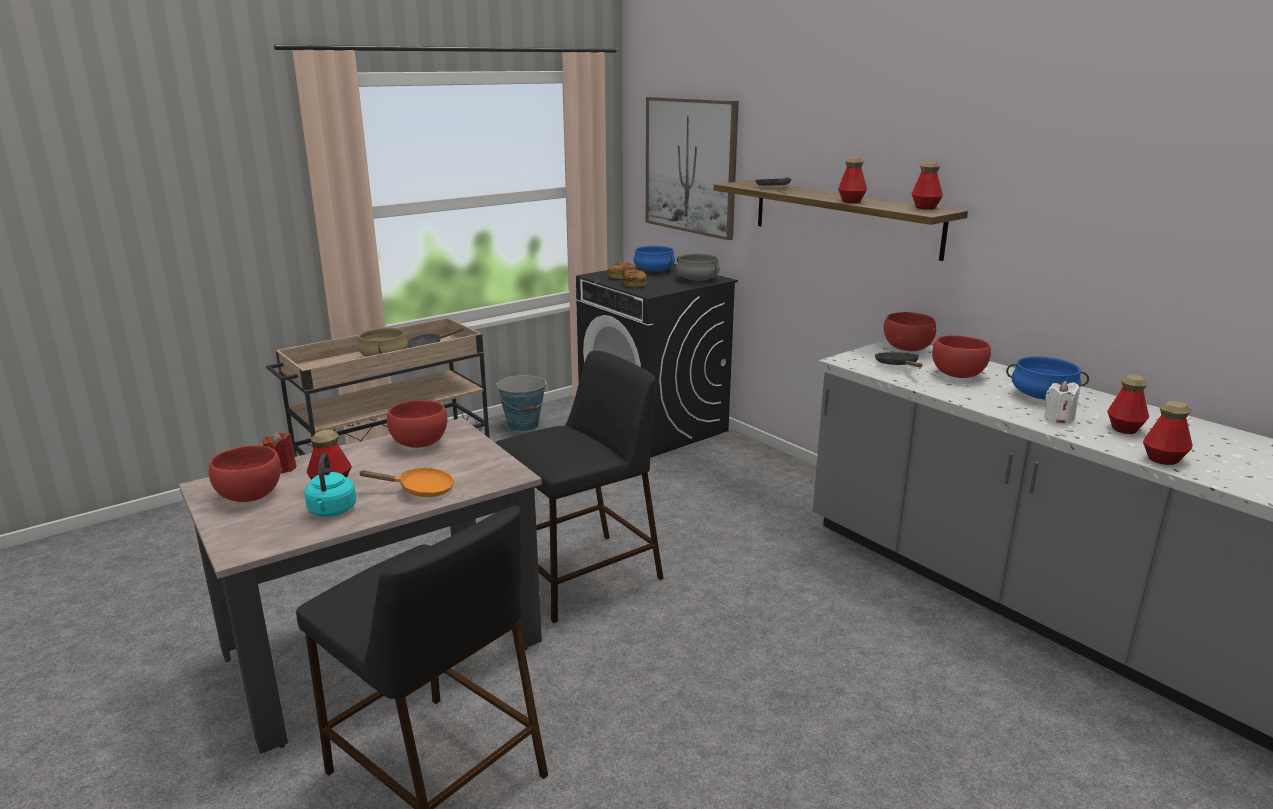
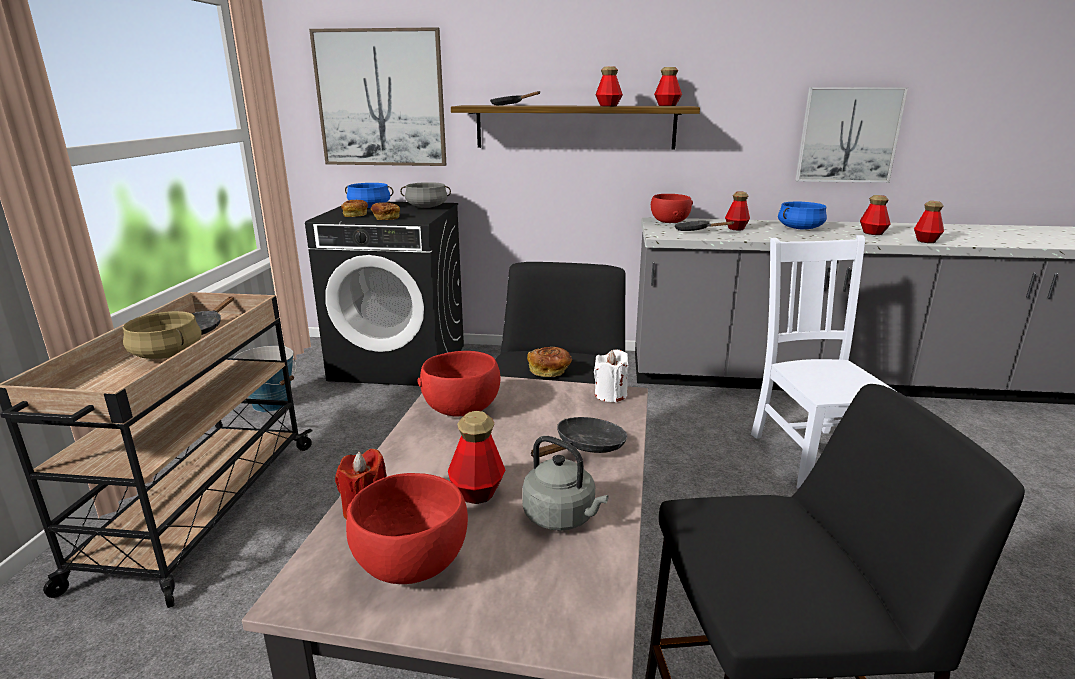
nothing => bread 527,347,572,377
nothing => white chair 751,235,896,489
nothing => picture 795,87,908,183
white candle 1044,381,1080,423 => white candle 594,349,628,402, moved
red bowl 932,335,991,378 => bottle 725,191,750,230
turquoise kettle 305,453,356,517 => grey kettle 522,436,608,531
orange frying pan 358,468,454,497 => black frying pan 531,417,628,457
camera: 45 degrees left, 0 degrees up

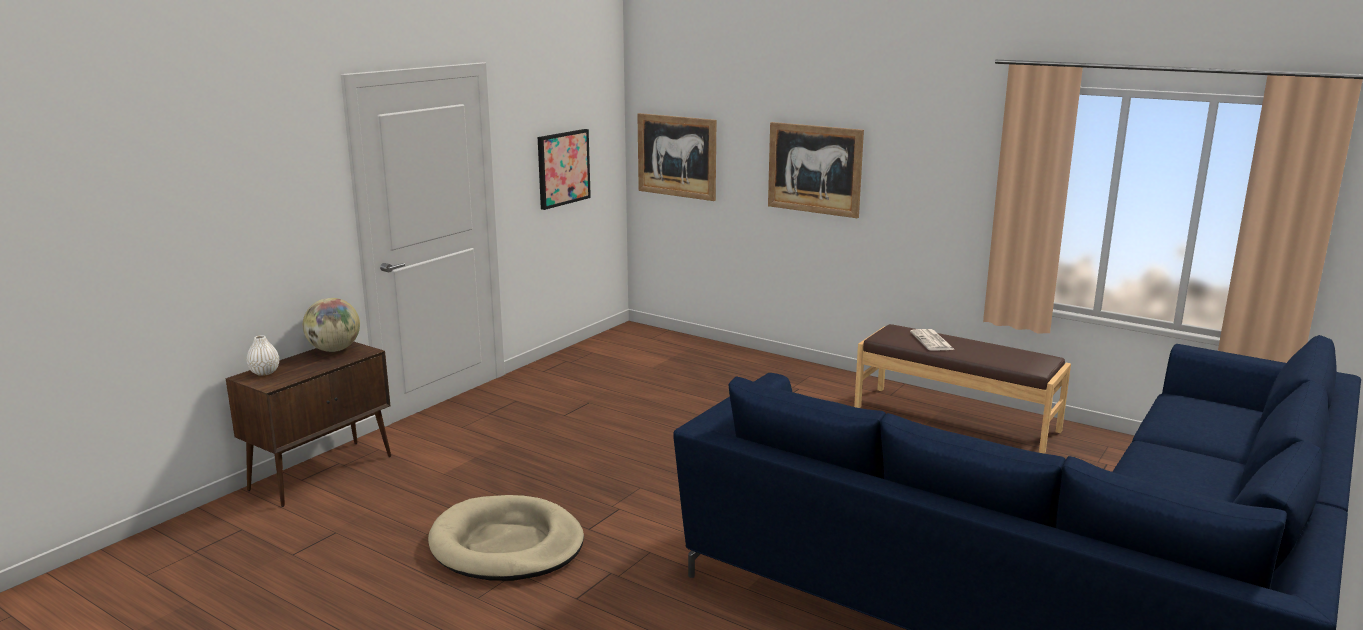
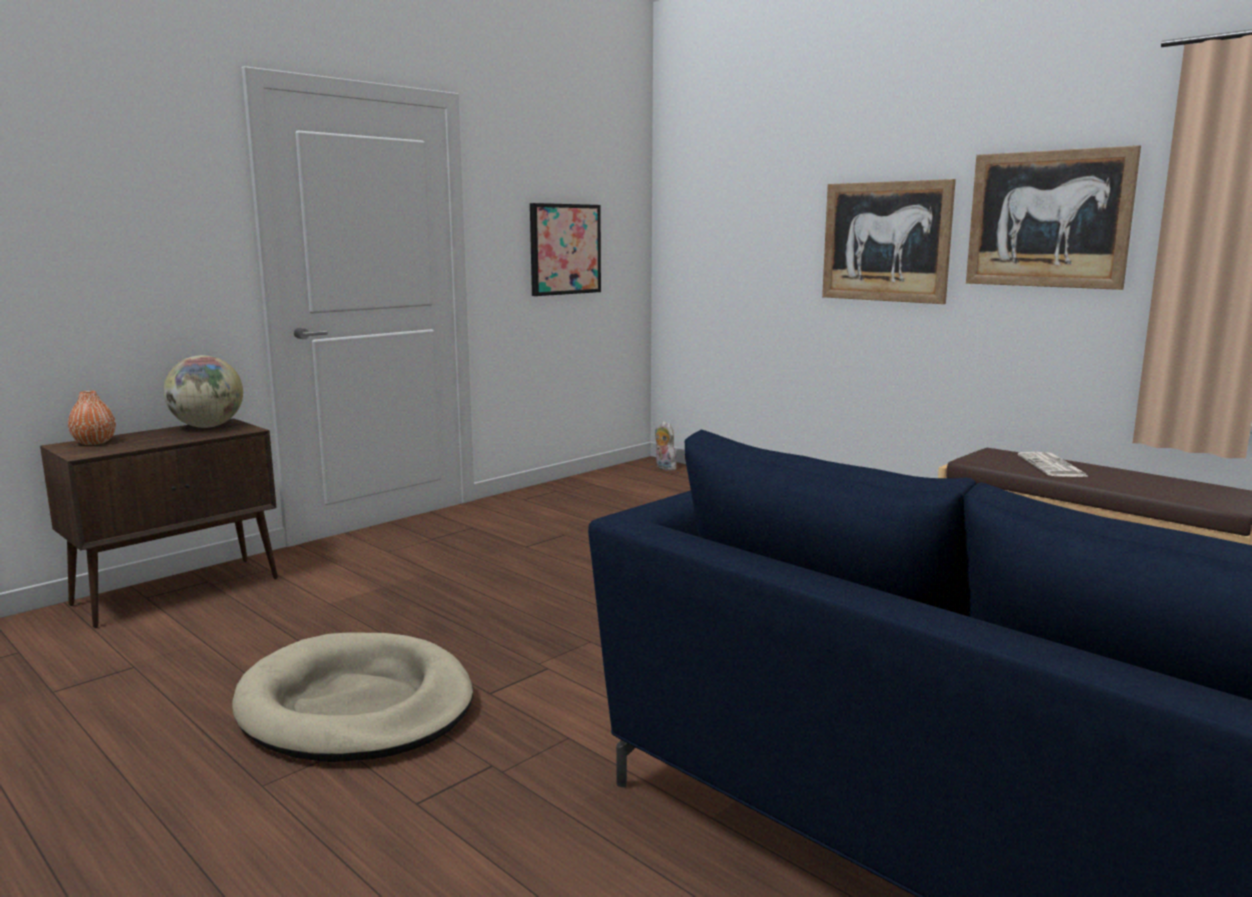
nothing => plush toy 655,421,677,471
picture 637,113,717,201 => picture 966,145,1141,290, moved
white vase 246,335,279,376 => orange vase 68,391,116,445
camera: 10 degrees right, 5 degrees down

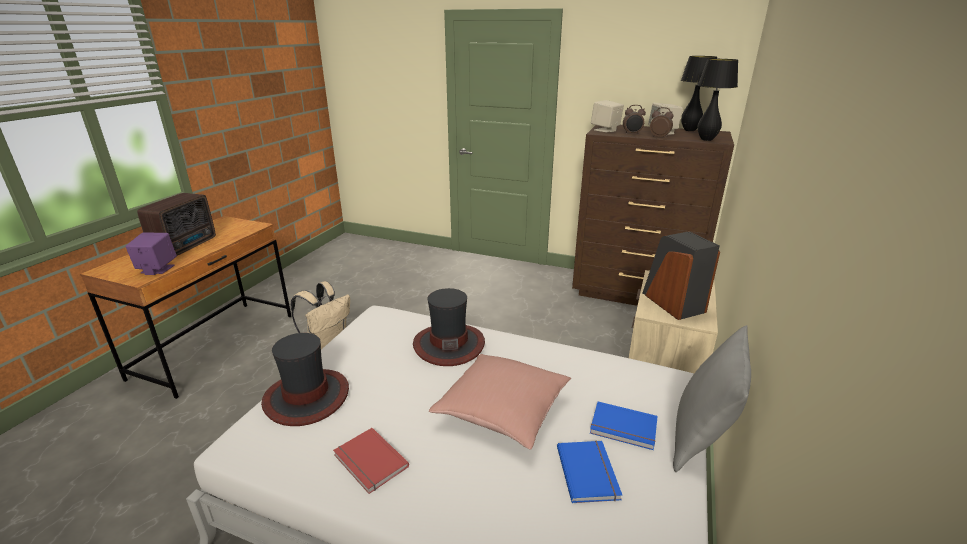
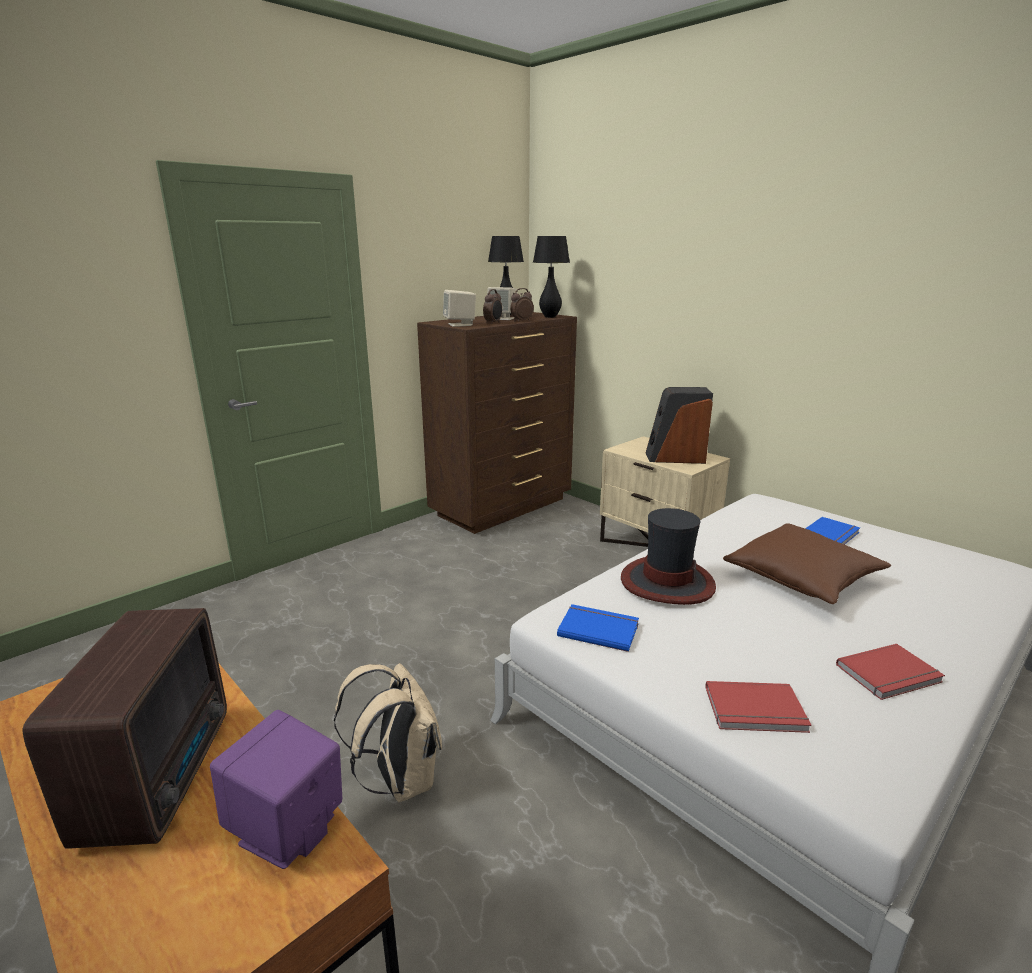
grey pillow 673,325,751,472 => nothing
blue book 557,441,622,503 => blue book 557,604,639,652, moved
hat 261,333,349,426 => red book 706,681,812,733
pink pillow 429,354,571,449 => brown pillow 723,523,891,604
radio 137,193,216,256 => radio 23,608,227,849, 45 degrees clockwise
camera: 65 degrees left, 5 degrees down

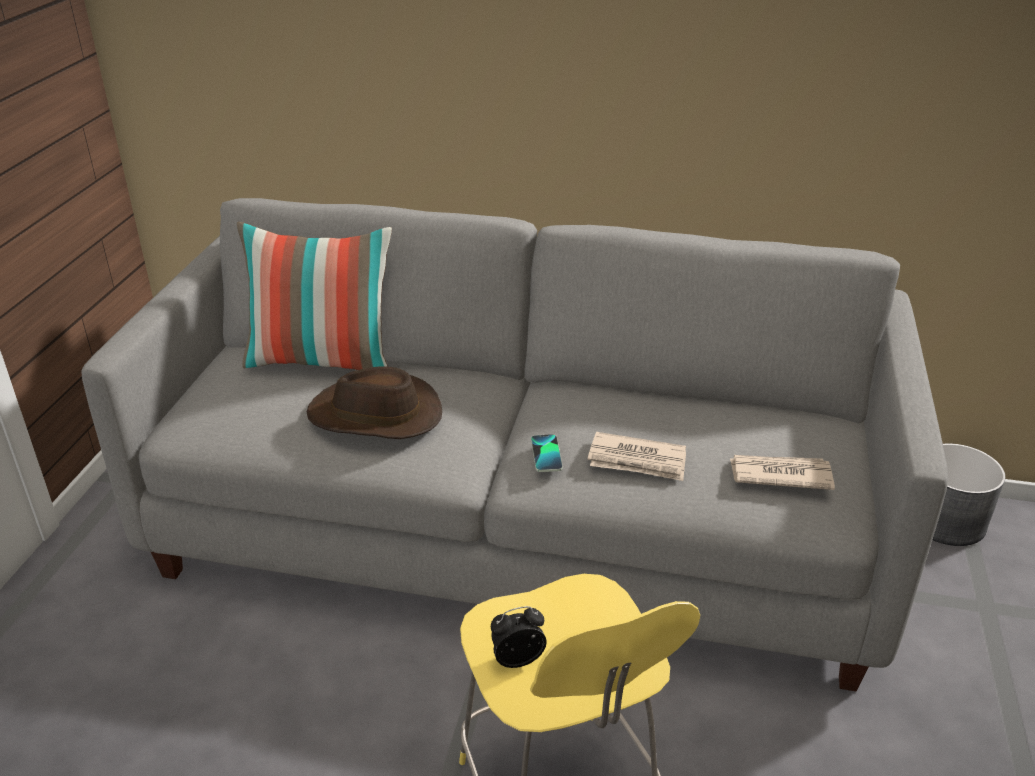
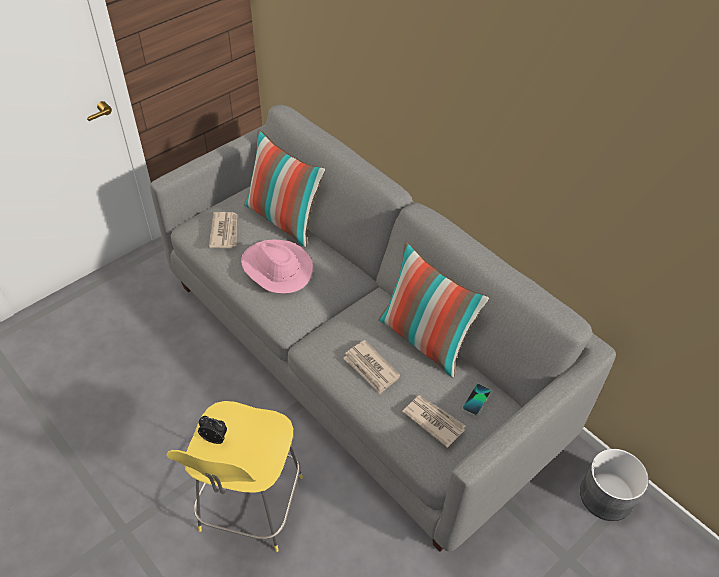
nothing => newspaper 209,212,237,248
nothing => pillow 379,241,489,378
phone 531,434,563,472 => phone 462,384,491,416, moved
brown hat 307,366,442,439 => pink hat 241,239,313,293
camera: 35 degrees right, 15 degrees up

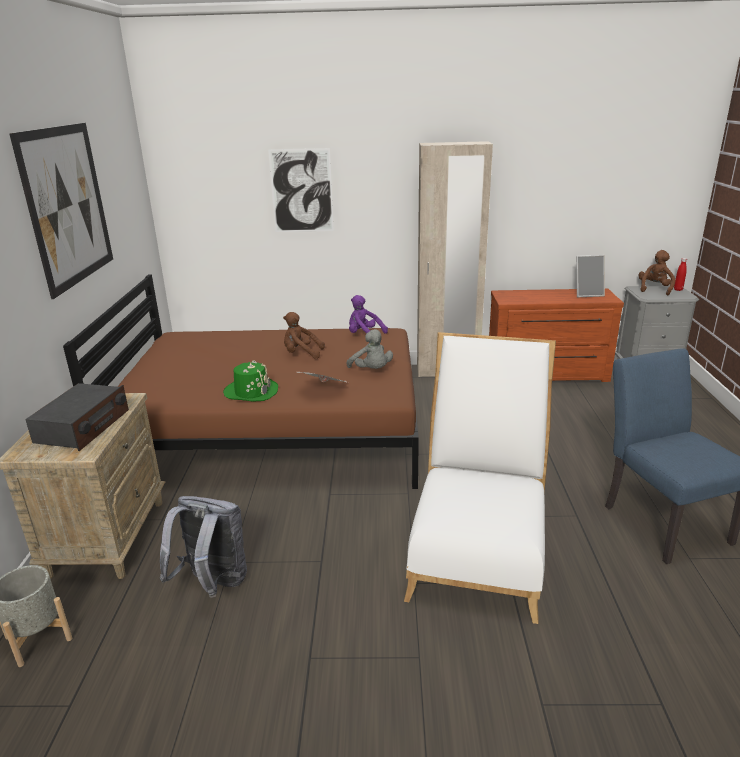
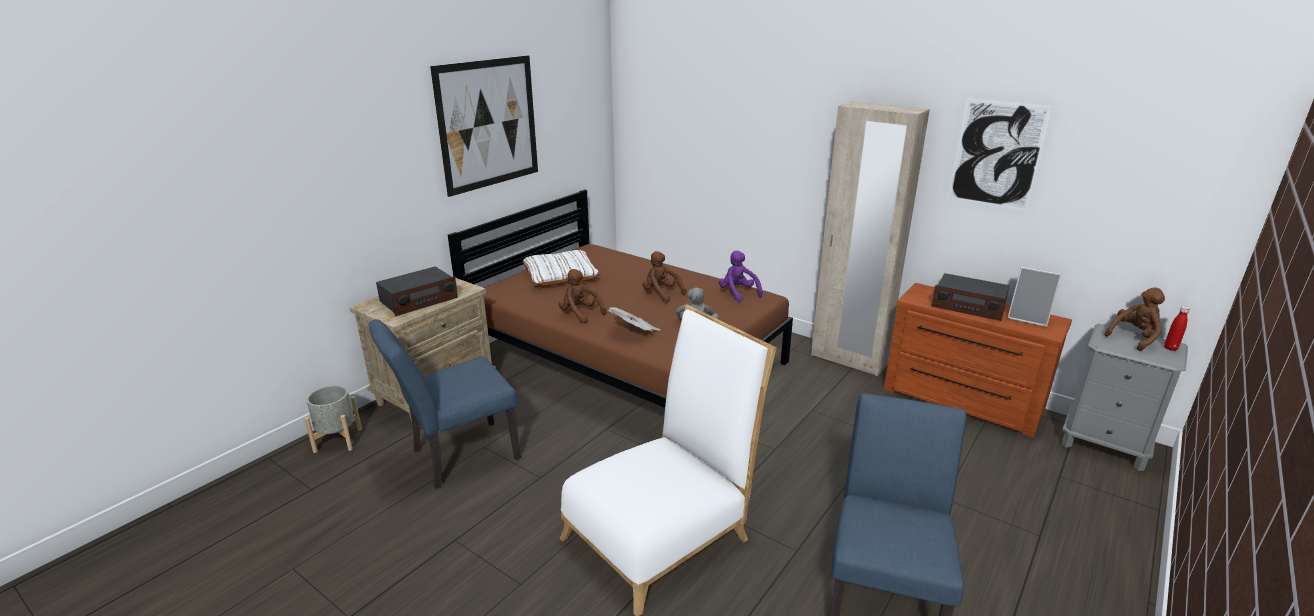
nothing => white pillow 523,250,600,287
nothing => radio 931,273,1009,321
picture 268,148,334,232 => picture 948,98,1052,211, moved
grey backpack 160,496,247,598 => blue chair 369,319,521,489
green hat 223,361,278,402 => brown plush toy 559,269,606,323
camera: 35 degrees right, 0 degrees up

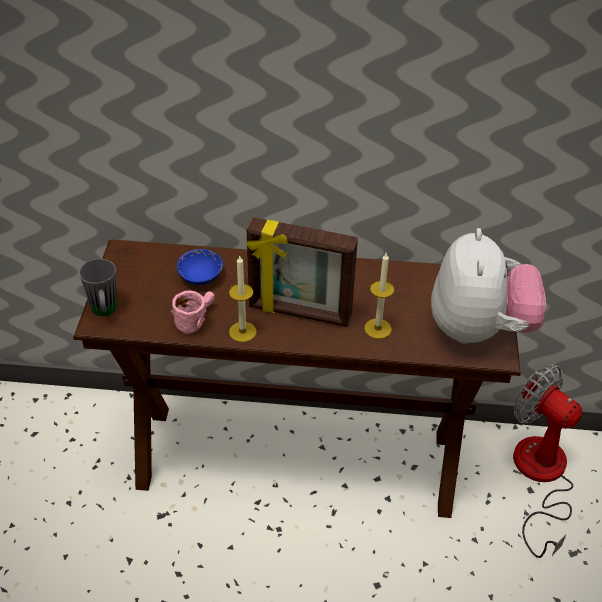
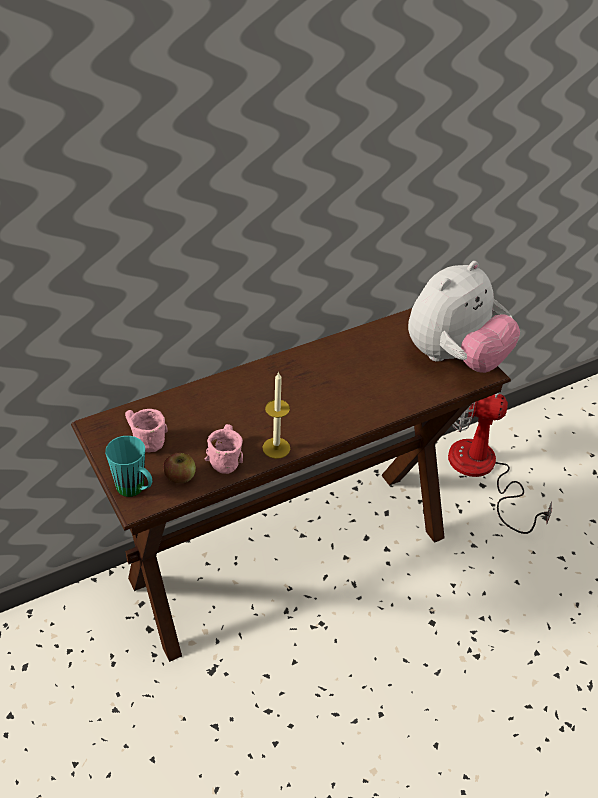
blue bowl 177,249,223,285 => nothing
picture frame 246,217,358,327 => nothing
candle 364,253,394,339 => nothing
nothing => pink mug 125,409,168,453
nothing => apple 163,453,196,483
grey mug 79,259,117,316 => turquoise mug 105,436,152,497
plush toy 431,228,546,344 => plush toy 408,261,520,373, 75 degrees clockwise
camera: 35 degrees left, 0 degrees up

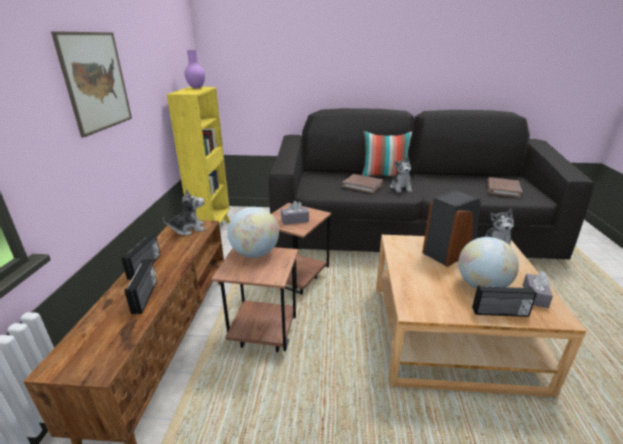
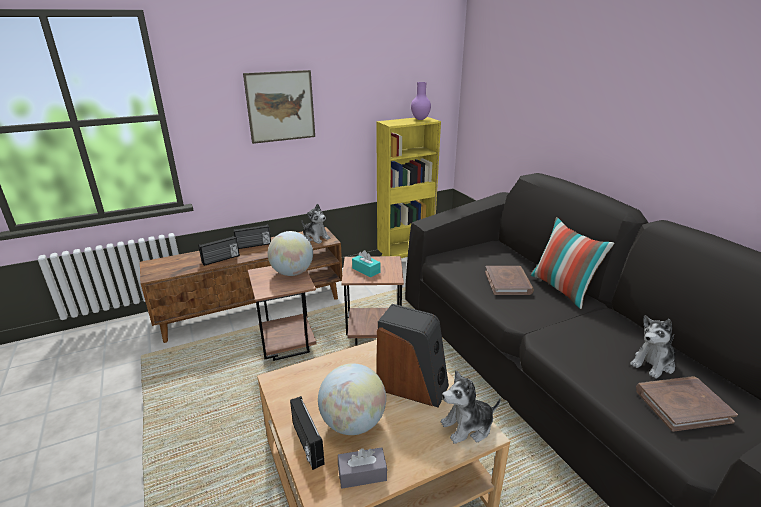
plush toy 390,156,412,192 => plush toy 630,315,676,379, moved
grey tissue box 281,201,309,225 => turquoise tissue box 352,250,381,277
camera: 60 degrees right, 0 degrees up

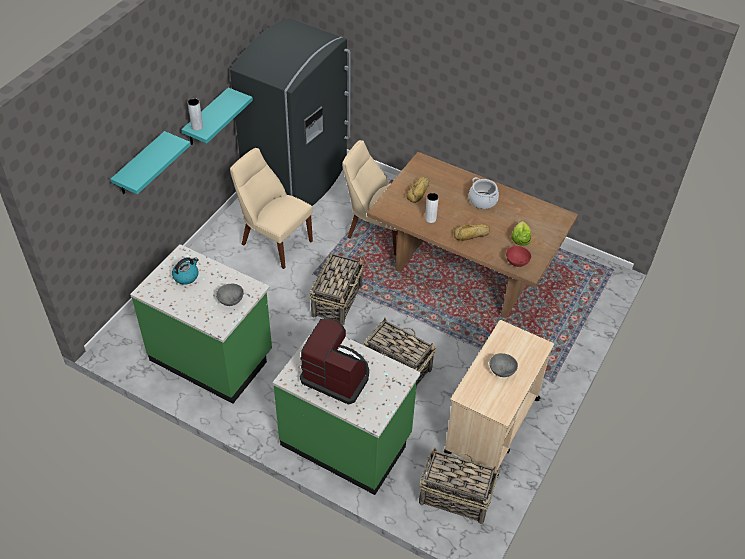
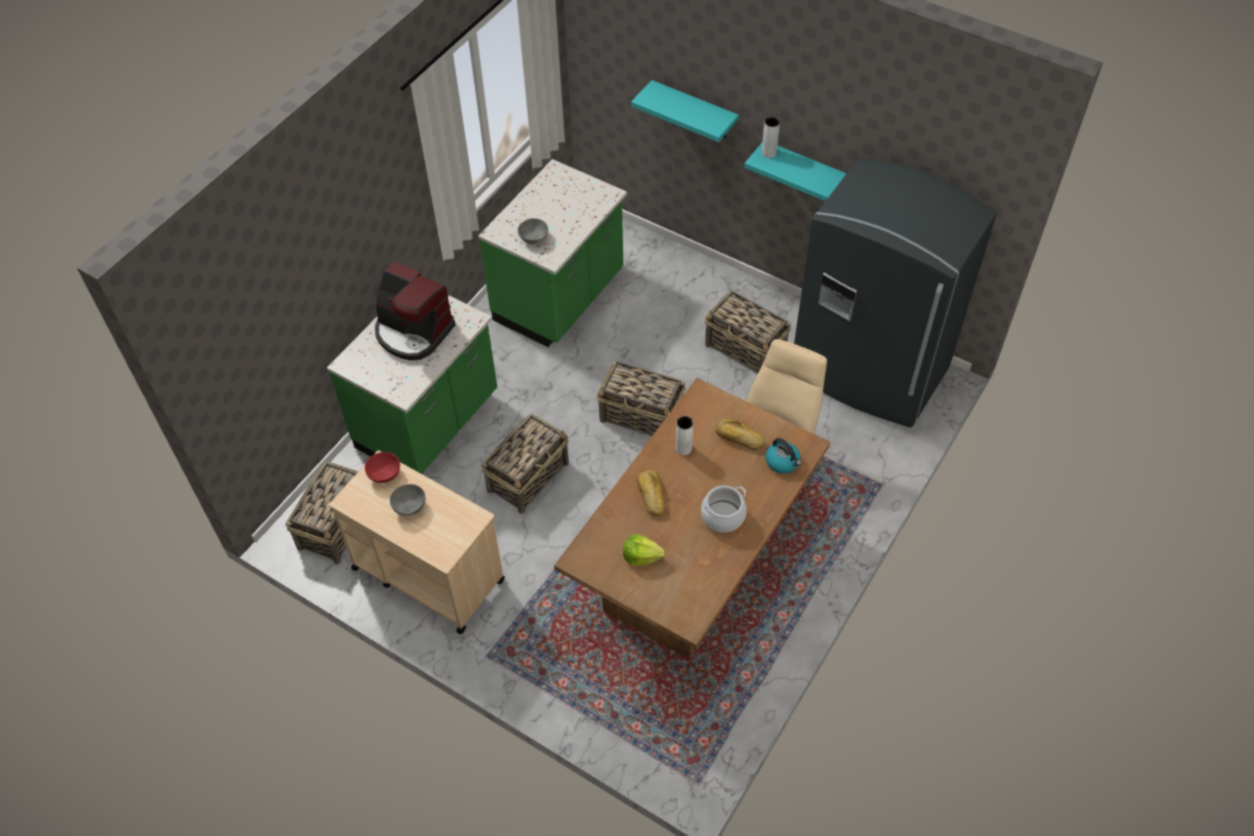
kettle 172,257,198,285 => kettle 765,438,801,474, moved
red bowl 506,246,532,267 => red bowl 365,452,400,483, moved
beige chair 230,148,313,269 => basket 705,291,791,373
coffee machine 300,318,369,405 => coffee machine 375,261,455,360, 90 degrees clockwise
camera: 95 degrees right, 5 degrees up

